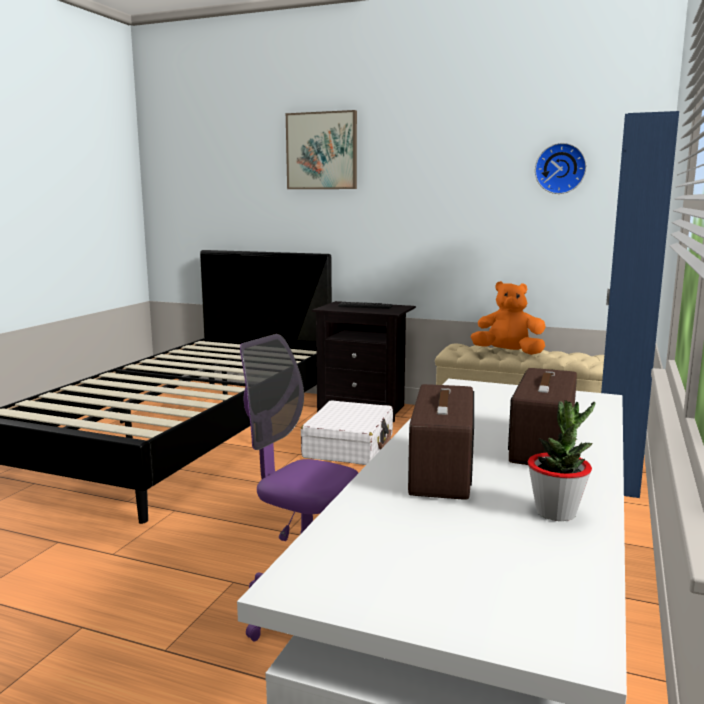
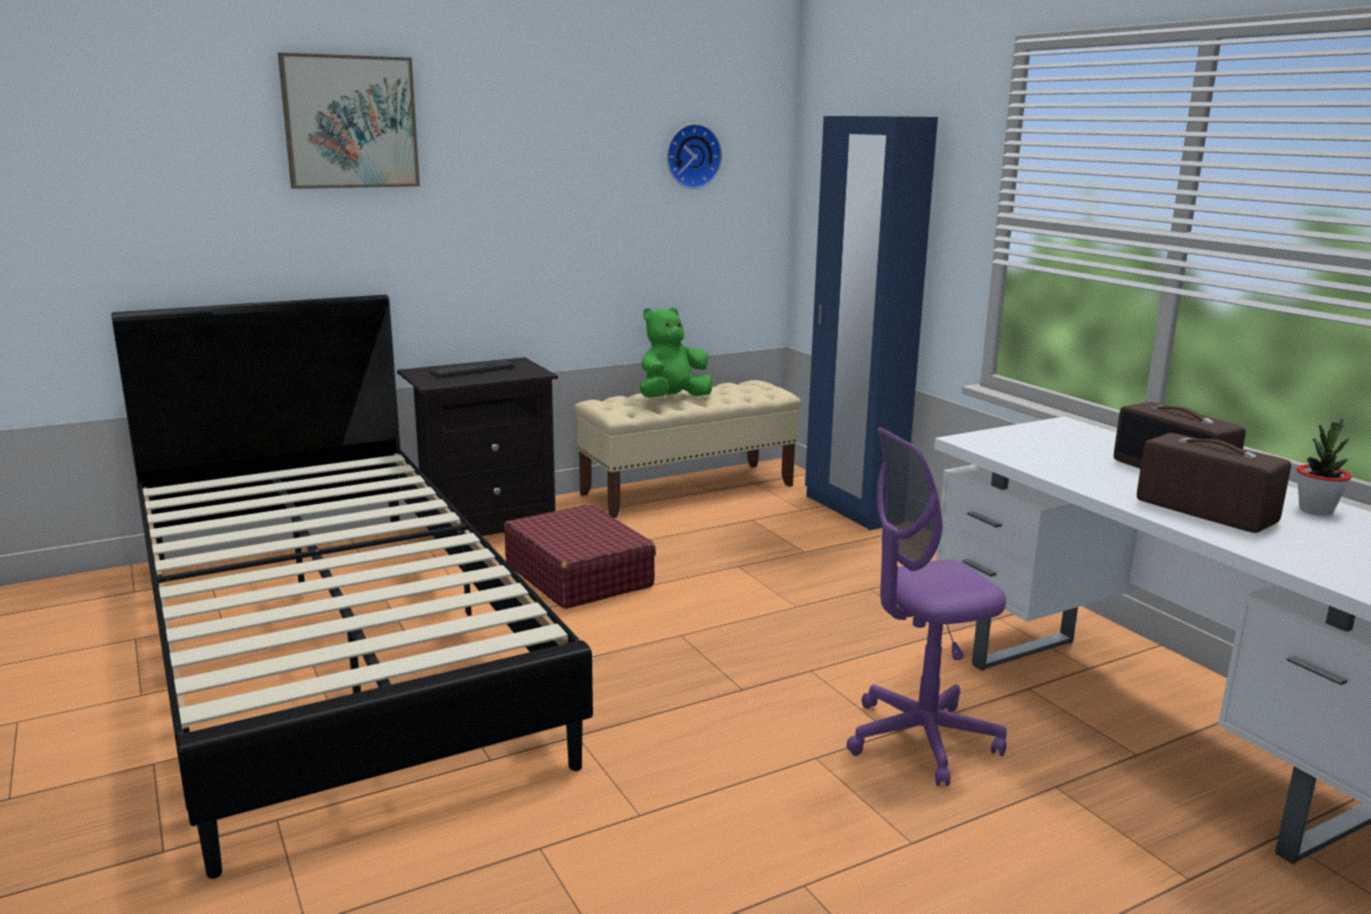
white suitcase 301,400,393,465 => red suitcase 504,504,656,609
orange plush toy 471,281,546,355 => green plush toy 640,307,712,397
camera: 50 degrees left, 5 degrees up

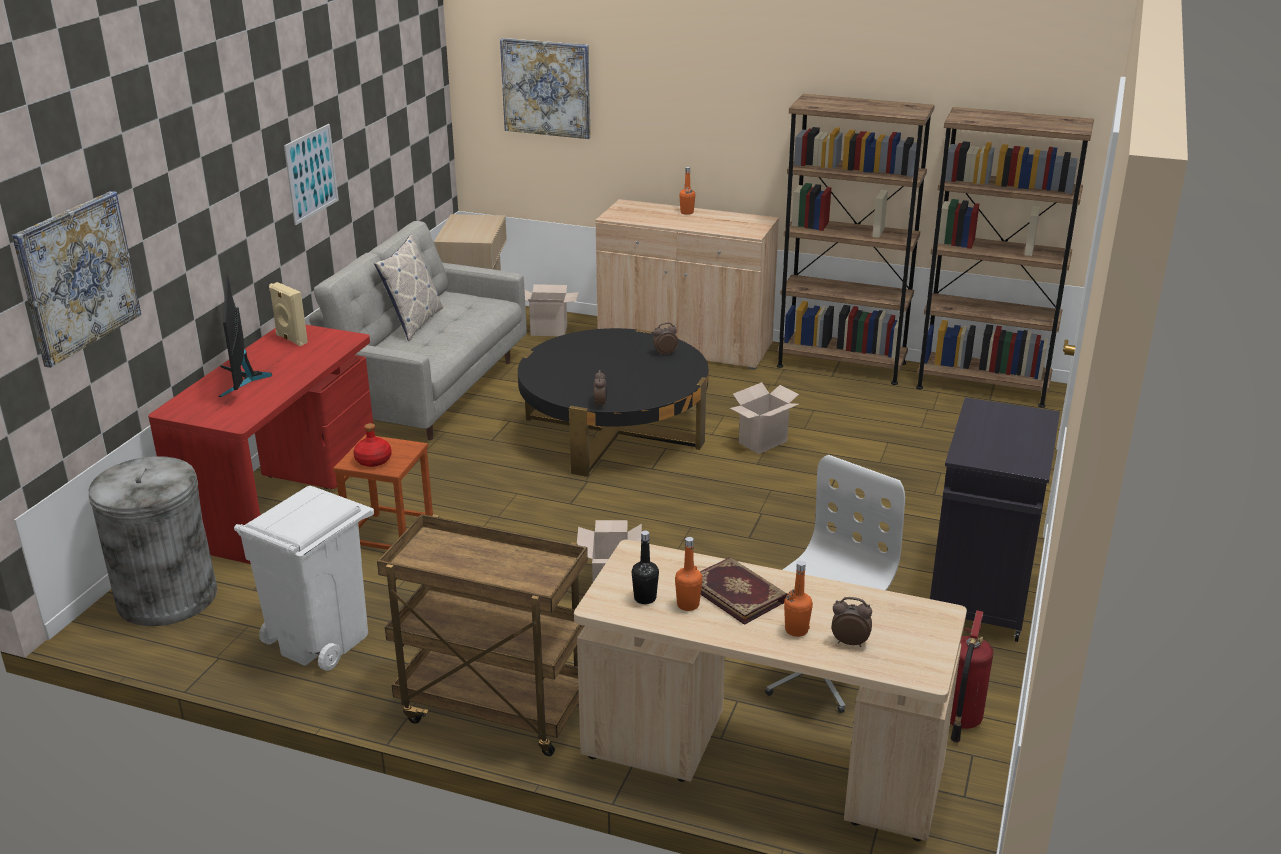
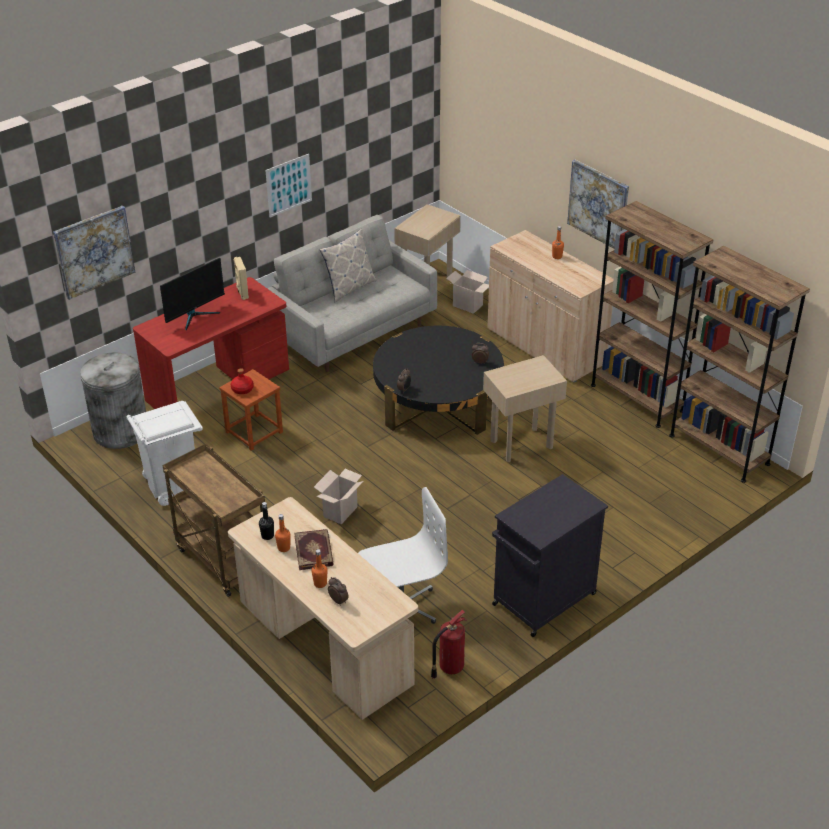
picture 500,38,590,139 => picture 567,160,629,249, moved
cardboard box 730,382,799,454 => beige side table 483,355,567,462
monitor 218,276,272,397 => monitor 160,258,225,330, 150 degrees counterclockwise
camera: 30 degrees right, 10 degrees up

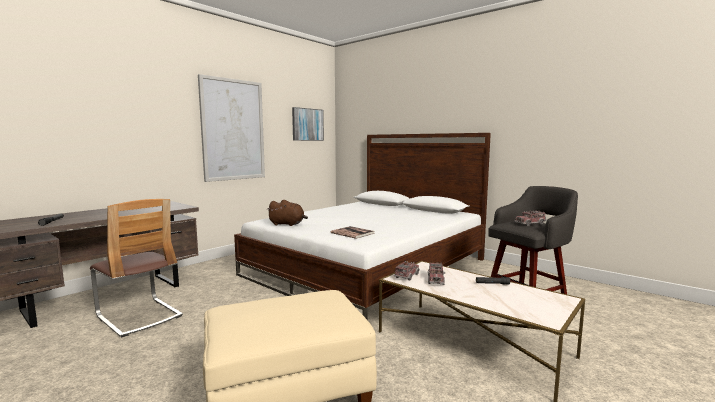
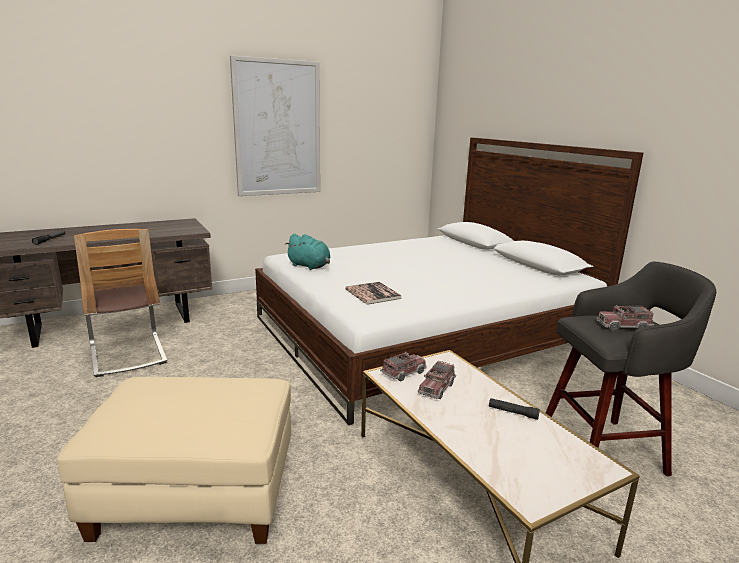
picture 292,107,324,141 => nothing
brown plush toy 266,200,308,226 => turquoise plush toy 285,234,331,270
camera: 20 degrees right, 10 degrees up

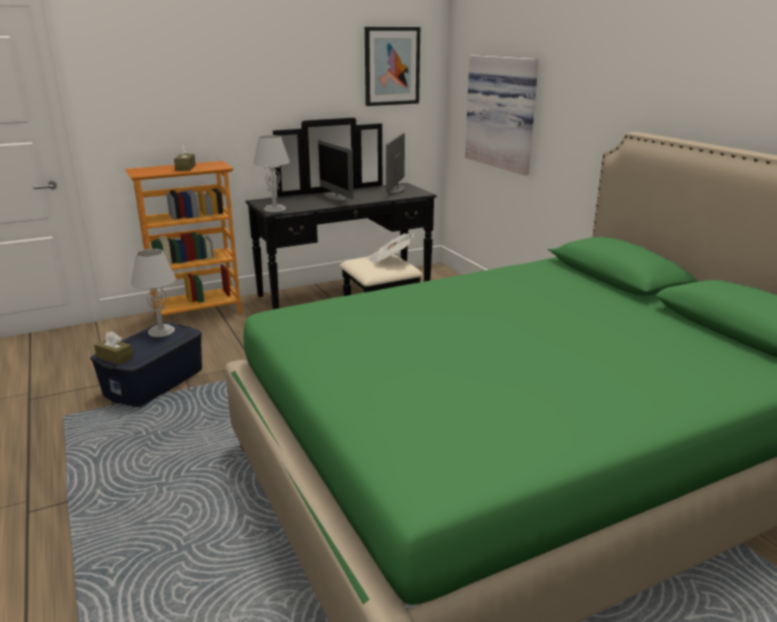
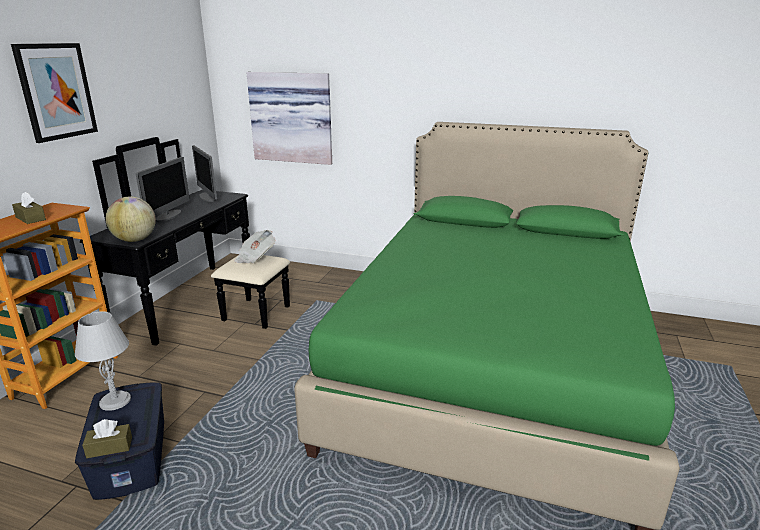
picture 365,27,420,106 => picture 11,43,98,143, moved
grey table lamp 253,135,290,213 => globe 106,197,156,242
monitor 318,140,353,202 => monitor 135,157,190,222, 90 degrees counterclockwise
camera: 45 degrees left, 0 degrees up

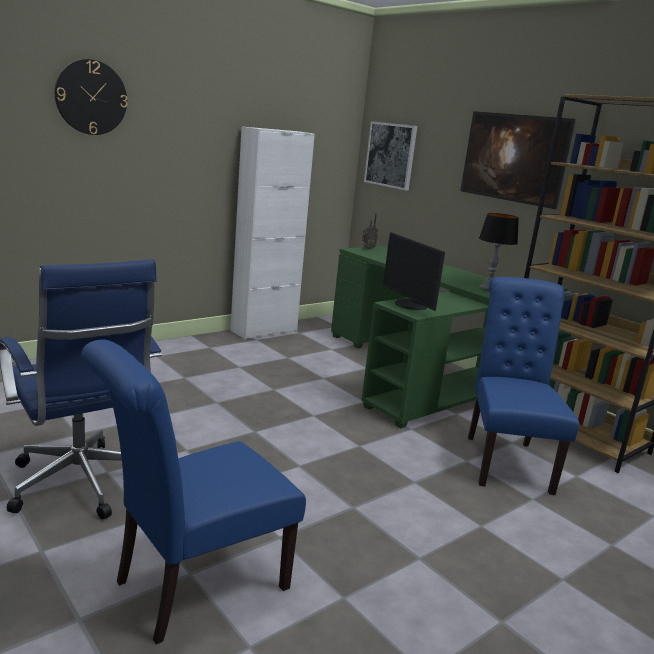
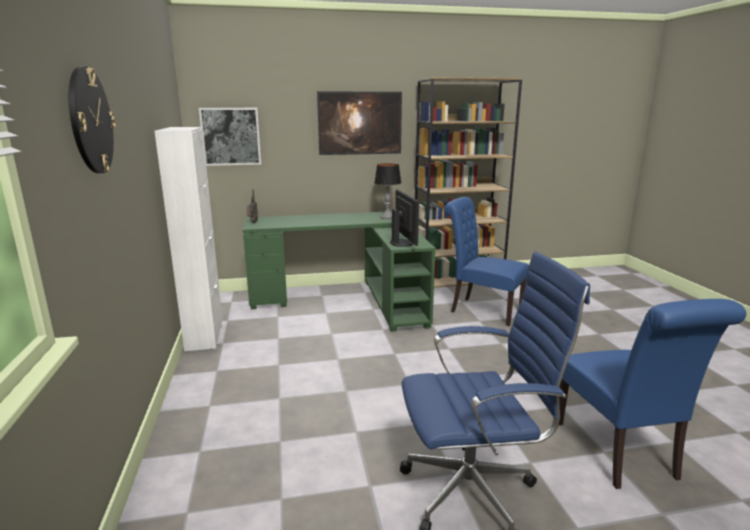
monitor 383,232,445,311 => monitor 390,189,419,247, 105 degrees counterclockwise
camera: 60 degrees left, 0 degrees up

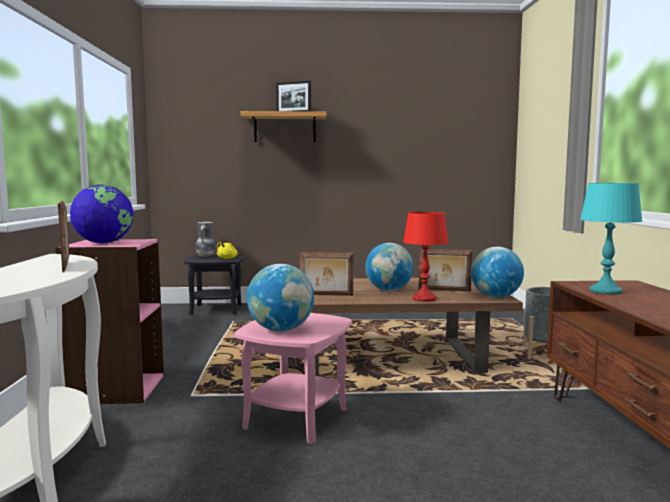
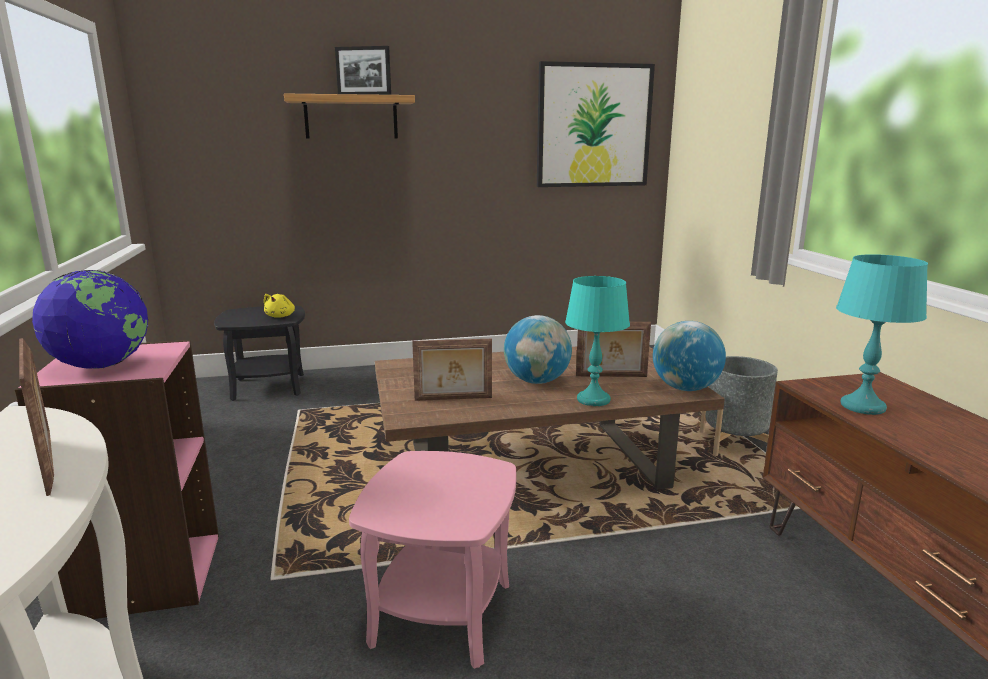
vase 195,222,215,257 => nothing
globe 247,264,314,331 => nothing
nothing => picture 537,61,655,187
red table lamp 403,212,448,302 => turquoise table lamp 565,276,630,406
camera: 10 degrees left, 10 degrees up

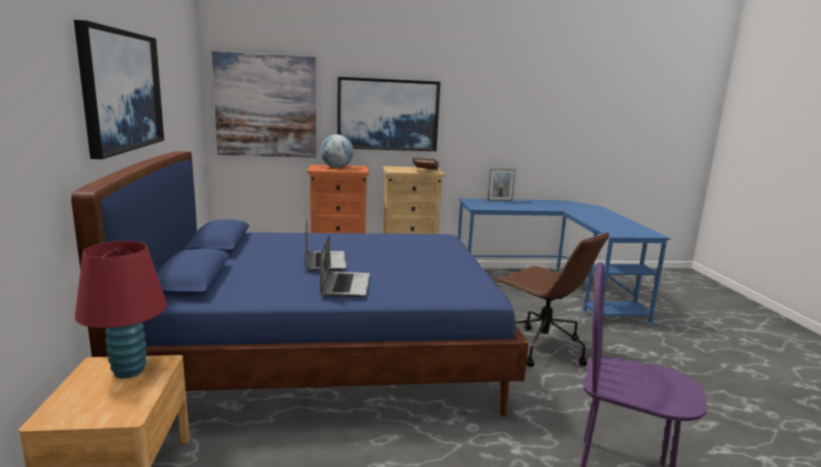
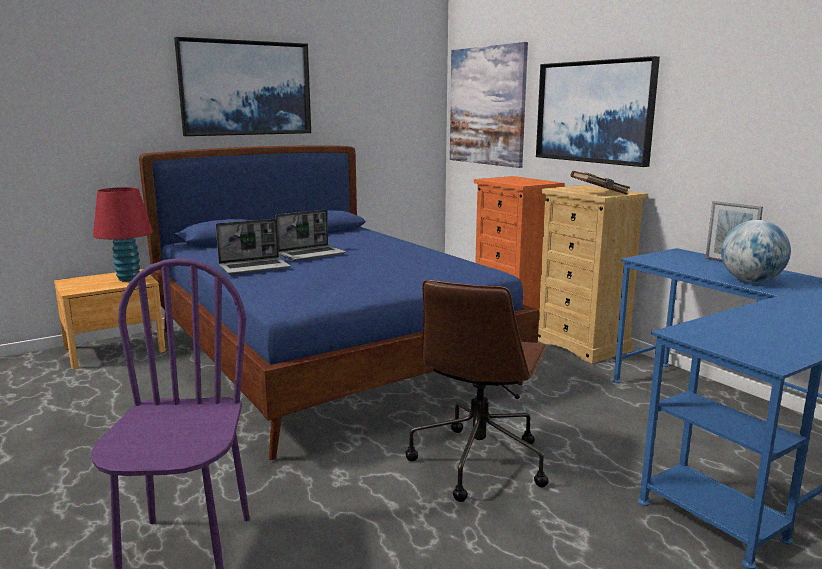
globe 321,134,354,168 => globe 721,220,791,282, moved
camera: 65 degrees right, 0 degrees up

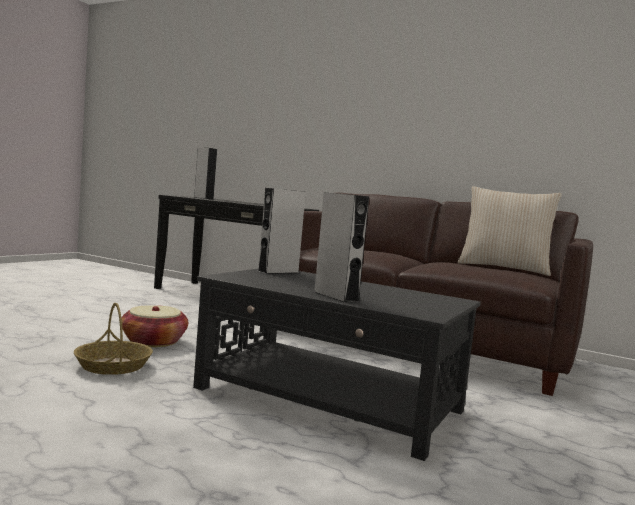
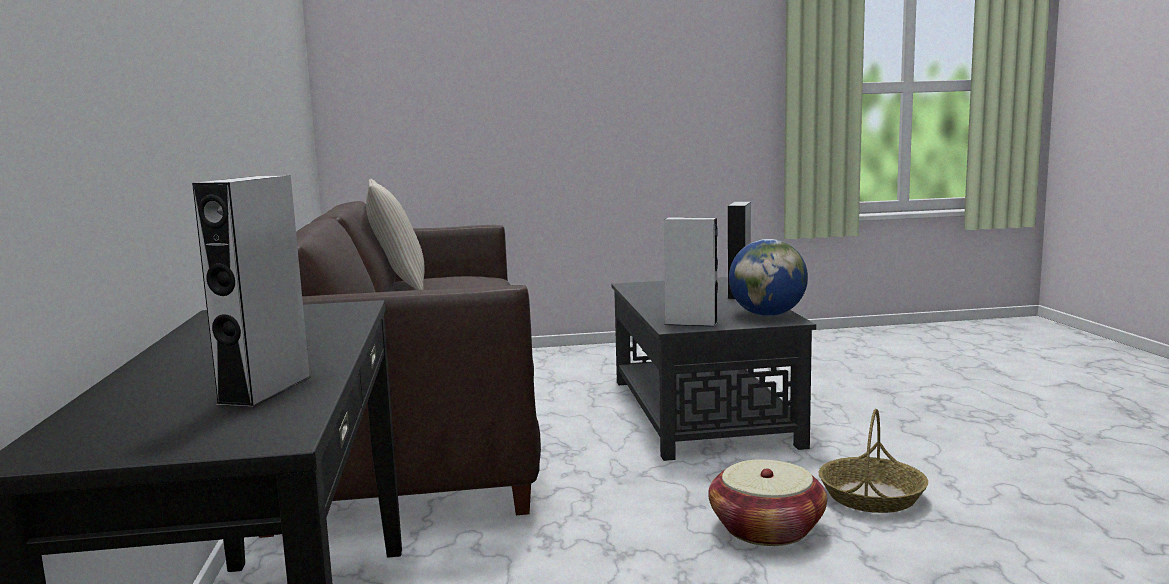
nothing => globe 729,239,808,316
camera: 125 degrees left, 5 degrees up

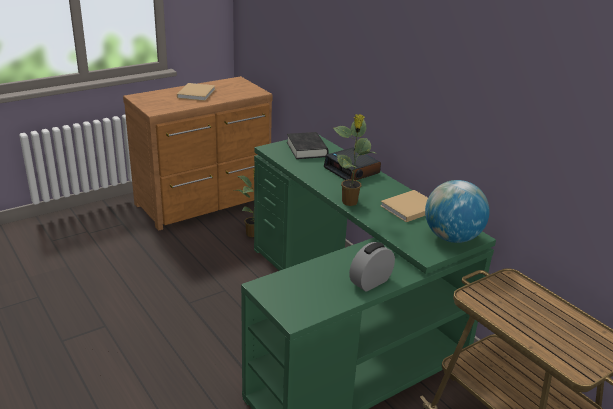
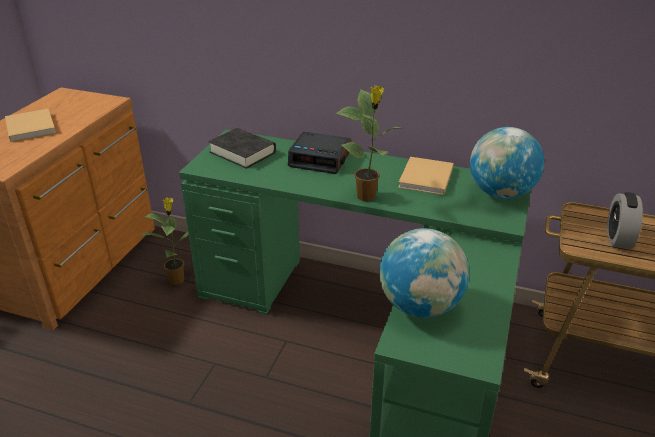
nothing => globe 379,228,469,318
alarm clock 349,242,395,292 => alarm clock 607,192,643,249, moved
camera: 35 degrees left, 5 degrees up

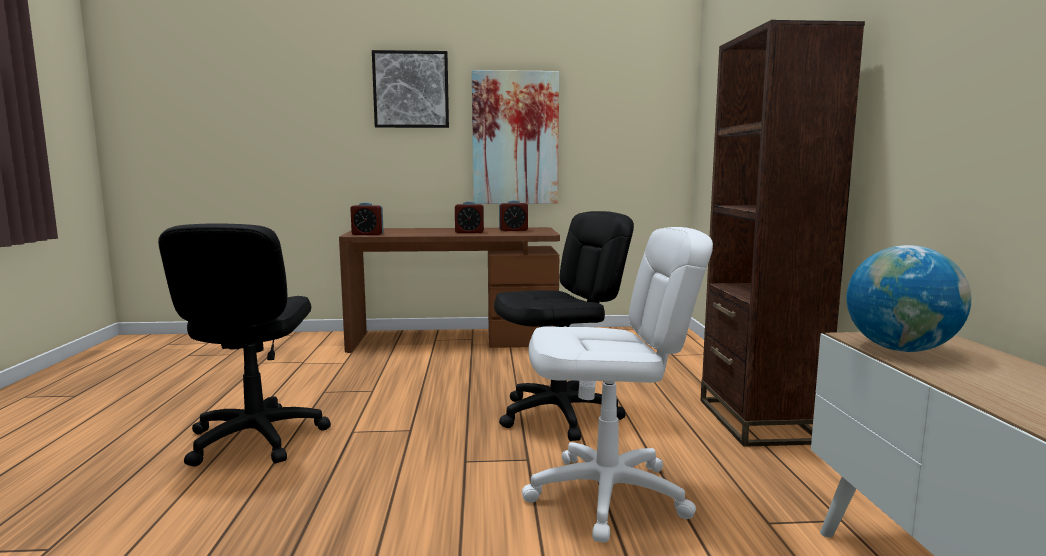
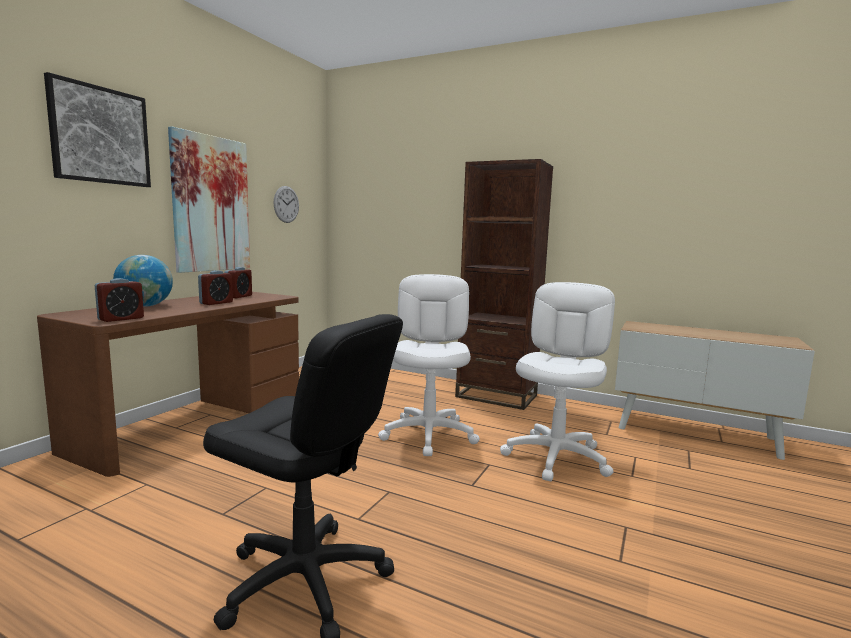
nothing => wall clock 274,186,299,223
globe 846,245,971,352 => globe 113,255,173,307, moved
black office chair 494,211,634,441 => white office chair 378,274,480,456
camera: 60 degrees left, 0 degrees up

